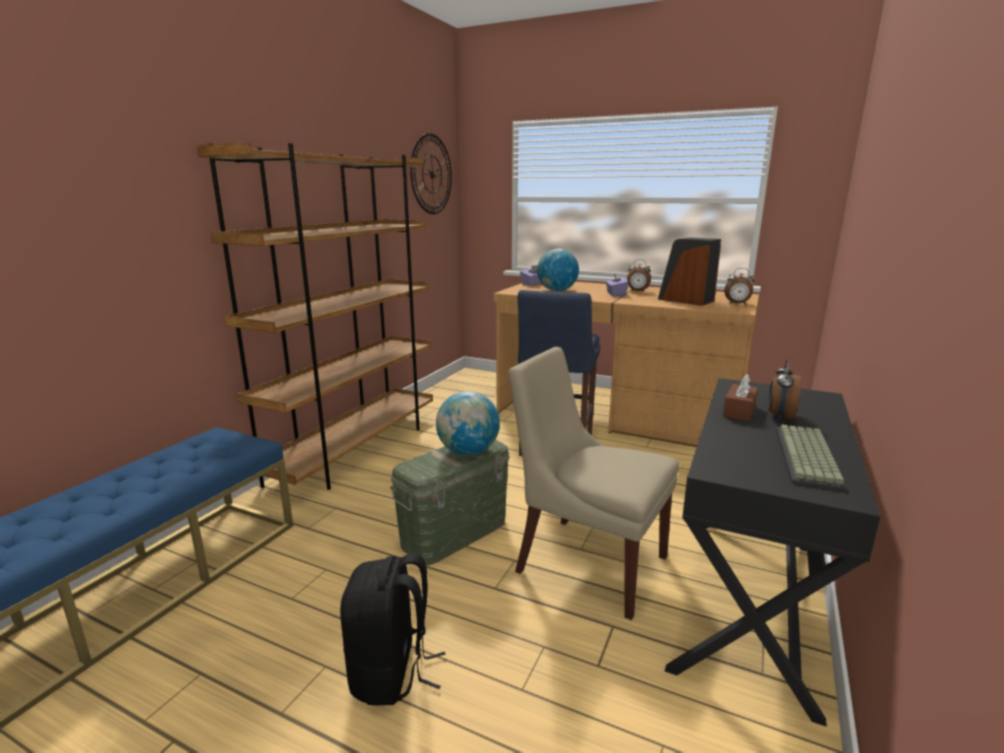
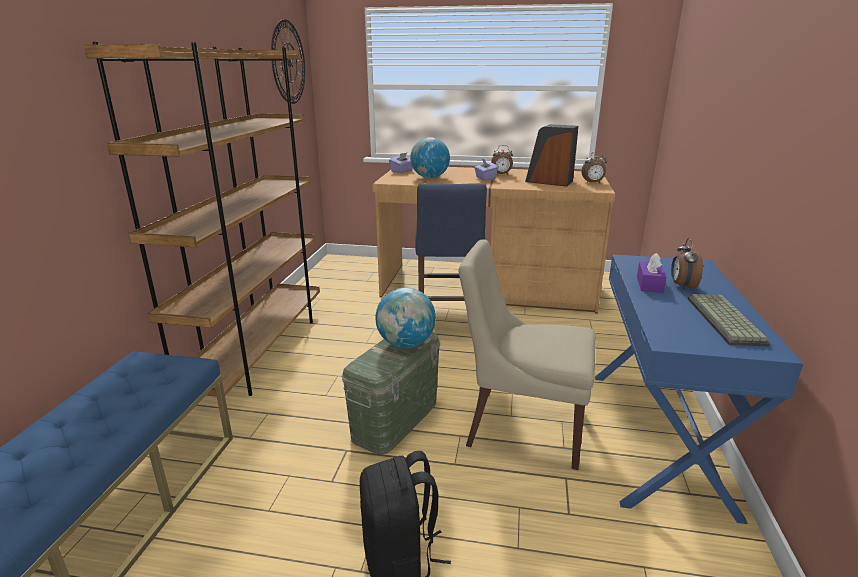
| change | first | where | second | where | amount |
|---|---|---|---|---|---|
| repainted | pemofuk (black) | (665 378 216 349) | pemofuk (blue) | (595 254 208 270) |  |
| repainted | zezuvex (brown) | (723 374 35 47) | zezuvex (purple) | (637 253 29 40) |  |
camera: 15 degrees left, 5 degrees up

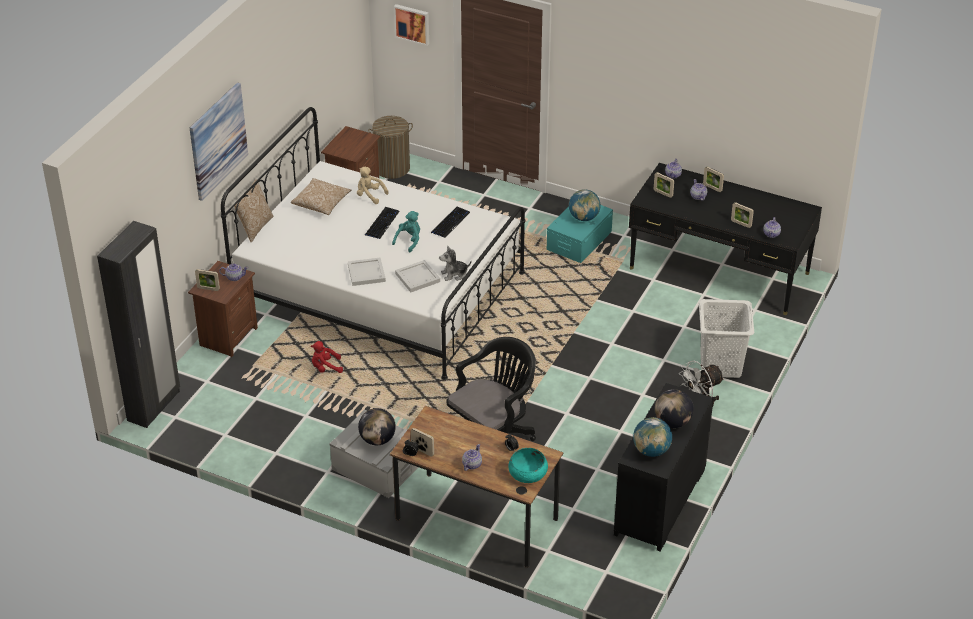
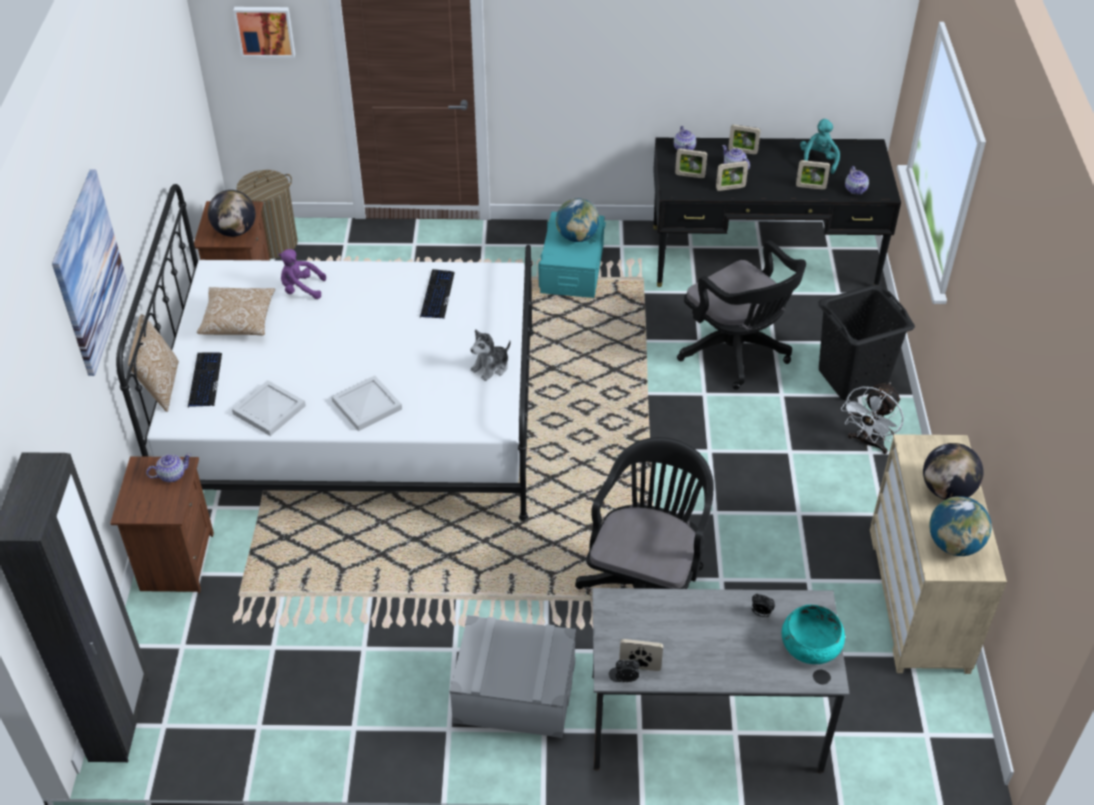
| change | first | where | second | where | amount |
|---|---|---|---|---|---|
| shifted | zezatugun | (365 207 35 32) |  | (188 353 34 54) |  |
| shifted | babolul | (358 408 38 37) |  | (208 190 47 47) |  |
| shifted | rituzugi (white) | (395 260 45 32) |  | (232 380 74 56) |  |
| repainted | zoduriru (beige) | (357 167 32 37) | zoduriru (purple) | (278 249 48 50) |  |
| repainted | pemofuk (brown) | (390 406 173 162) | pemofuk (grey) | (592 588 258 185) |  |
| new |  |  | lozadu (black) | (677 240 129 150) |  |
| shifted | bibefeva | (195 269 25 22) |  | (716 161 32 30) |  |
| shifted | zoduriru (turquoise) | (392 211 28 41) |  | (800 119 40 55) |  |
| repainted | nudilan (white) | (699 299 55 79) | nudilan (black) | (818 284 97 116) |  |
| repainted | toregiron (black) | (614 383 100 168) | toregiron (beige) | (870 434 137 240) |  |
| gone | zoduriru (red) | (311 341 32 32) |  |  |  |
| gone | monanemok | (462 444 20 27) |  |  |  |
camera: 25 degrees left, 5 degrees up

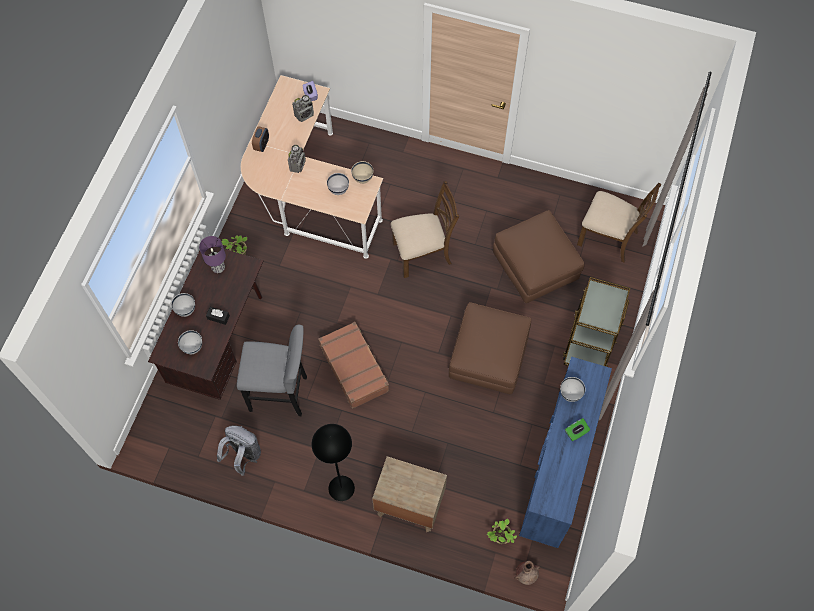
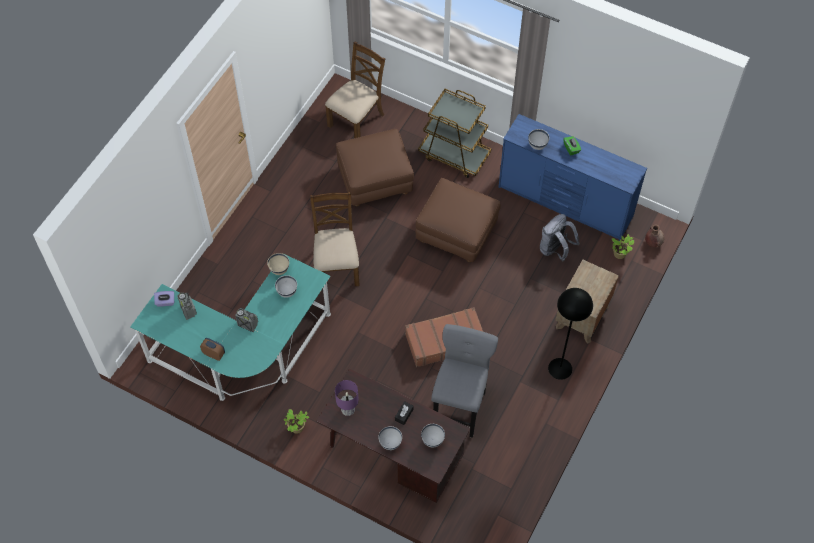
| change | first | where | second | where | amount |
|---|---|---|---|---|---|
| repainted | pemofuk (beige) | (241 75 142 184) | pemofuk (turquoise) | (130 255 201 146) |  |
| shifted | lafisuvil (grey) | (217 425 44 51) |  | (540 214 39 47) |  |
camera: 80 degrees left, 5 degrees down

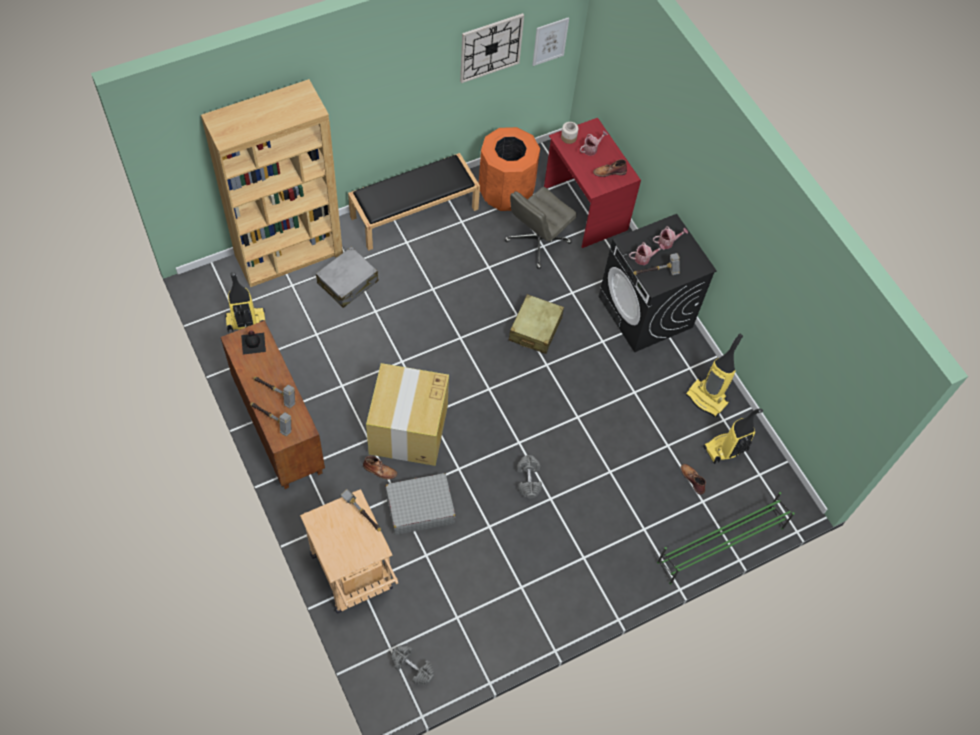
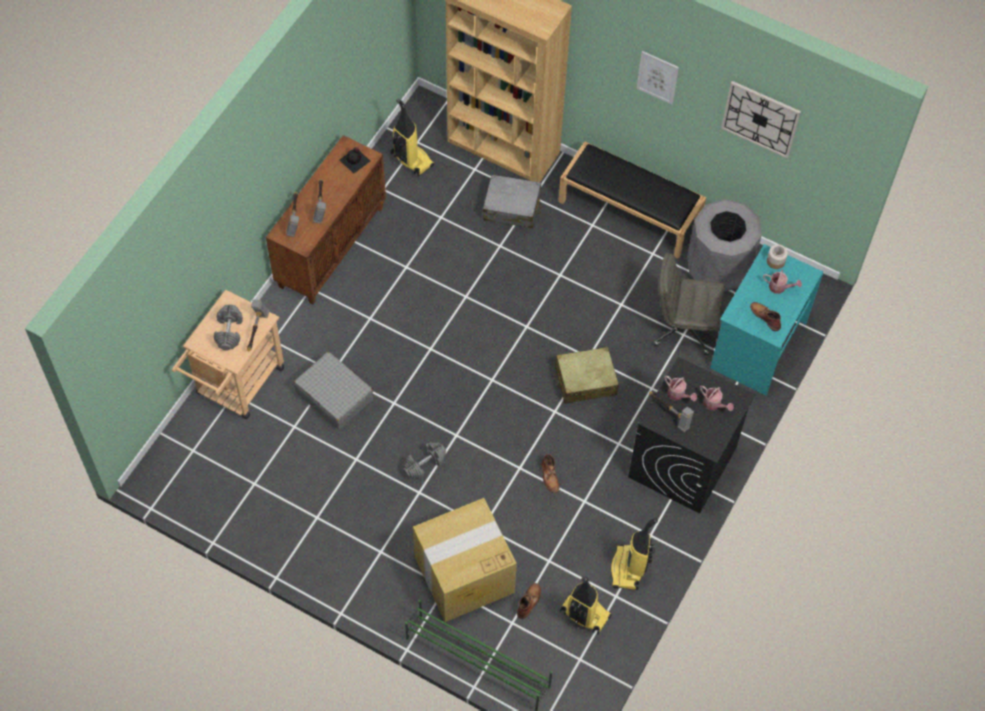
| change | first | where | second | where | amount |
|---|---|---|---|---|---|
| shifted | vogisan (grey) | (391 646 44 39) |  | (214 304 29 46) |  |
| shifted | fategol | (366 363 83 103) |  | (413 498 104 124) |  |
| shifted | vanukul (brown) | (363 456 34 23) |  | (541 454 18 39) |  |
| shifted | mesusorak | (532 17 37 49) |  | (636 51 43 53) |  |
| repainted | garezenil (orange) | (479 127 61 84) | garezenil (grey) | (687 199 75 93) |  |
| repainted | pemofuk (red) | (544 118 97 130) | pemofuk (turquoise) | (710 244 113 151) |  |
camera: 60 degrees right, 0 degrees up

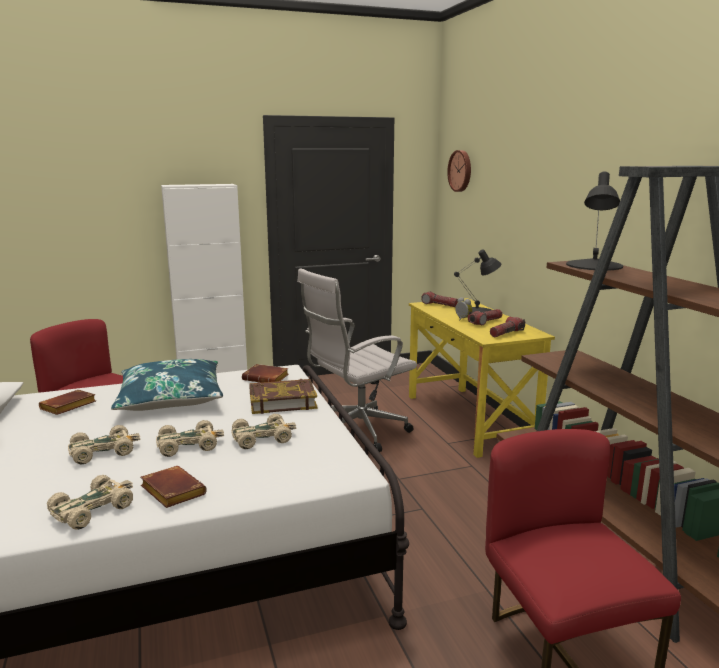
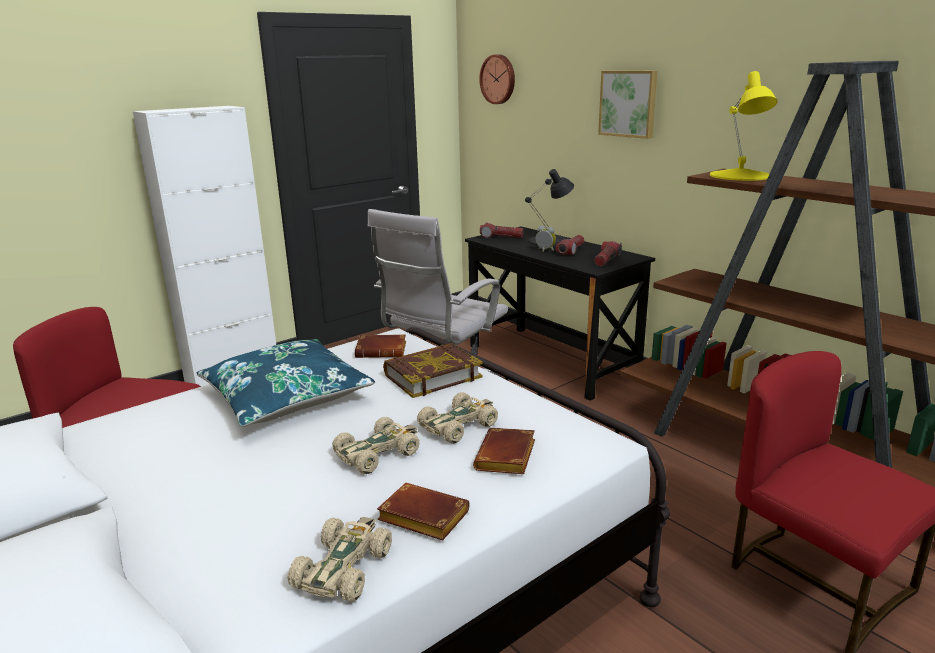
| change | first | where | second | where | amount |
|---|---|---|---|---|---|
| repainted | pemofuk (yellow) | (409 298 146 160) | pemofuk (black) | (465 227 190 174) |  |
| shifted | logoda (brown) | (39 390 57 25) |  | (473 428 62 46) |  |
| new |  |  | mesusorak | (598 71 59 68) |  |
| repainted | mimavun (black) | (566 171 57 99) | mimavun (yellow) | (710 71 68 110) |  |
| gone | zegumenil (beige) | (68 425 73 40) |  |  |  |
camera: 20 degrees left, 5 degrees up

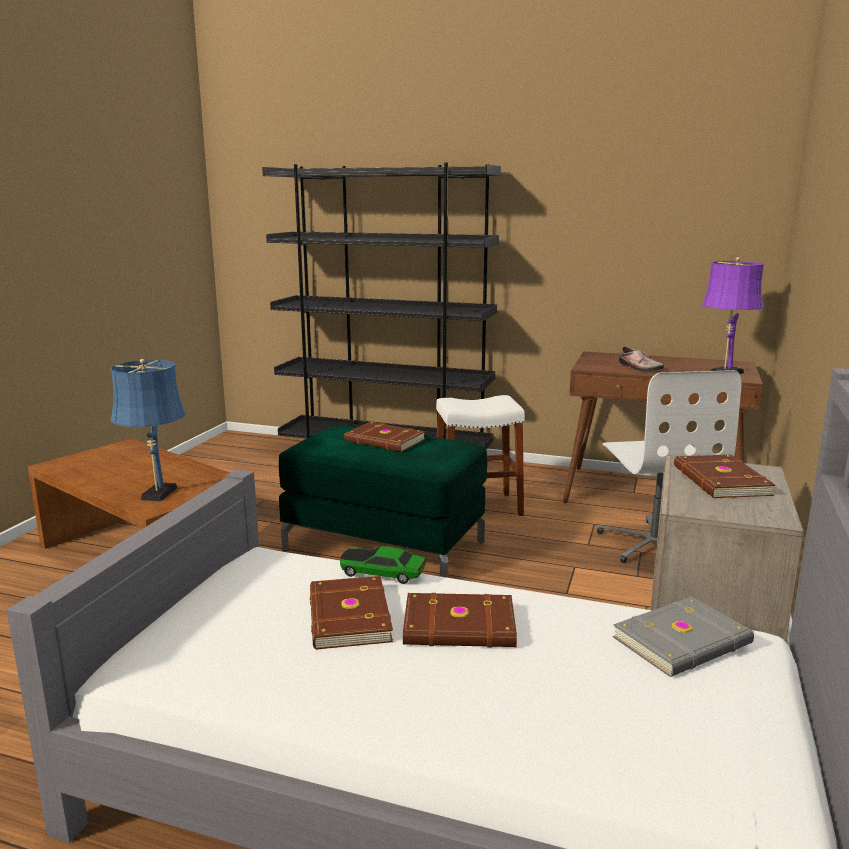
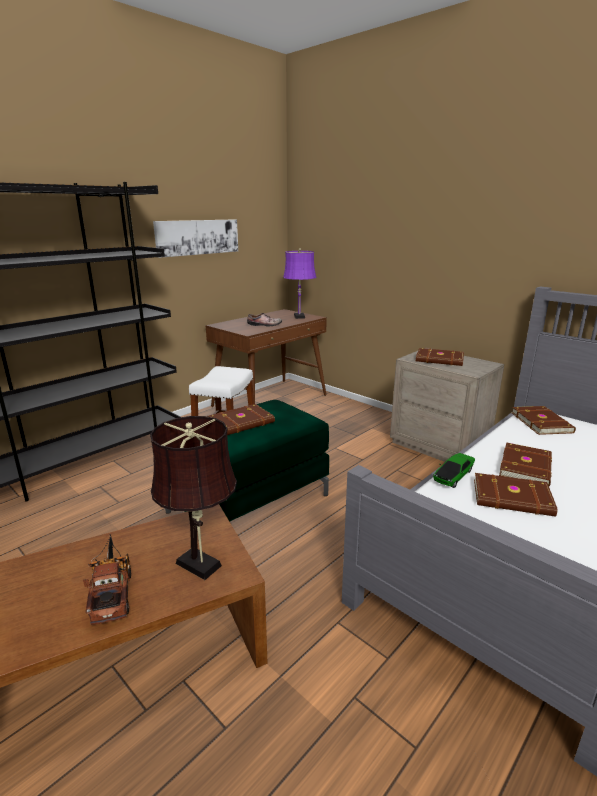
| change | first | where | second | where | amount |
|---|---|---|---|---|---|
| new |  |  | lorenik | (83 534 48 91) |  |
| repainted | mimavun (blue) | (110 359 75 142) | mimavun (brown) | (150 416 87 164) |  |
| new |  |  | mesusorak | (153 219 85 39) |  |
| repainted | logoda (grey) | (613 597 141 80) | logoda (brown) | (511 406 65 29) |  |
| gone | lozadu (white) | (597 370 144 193) |  |  |  |
camera: 65 degrees left, 5 degrees up

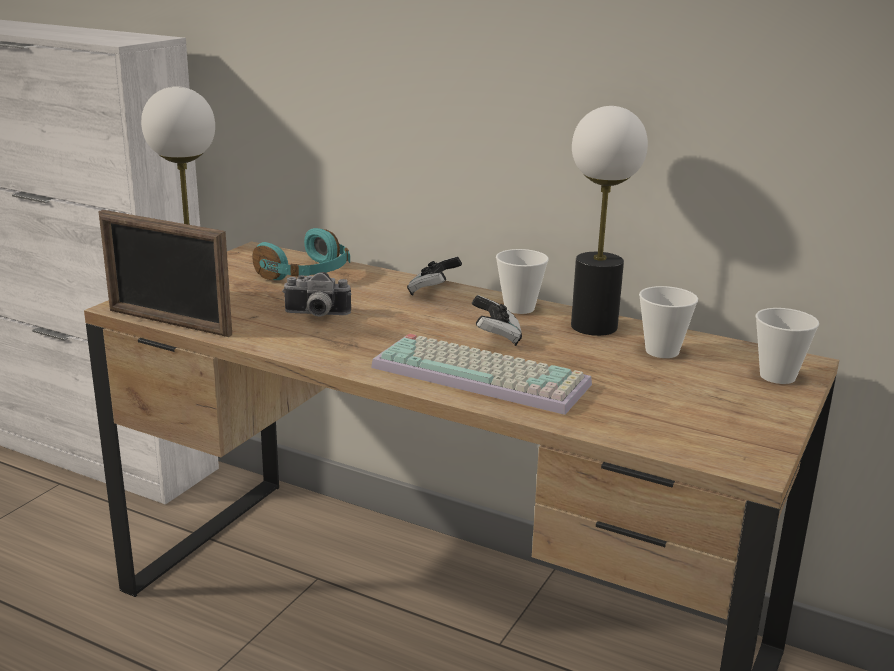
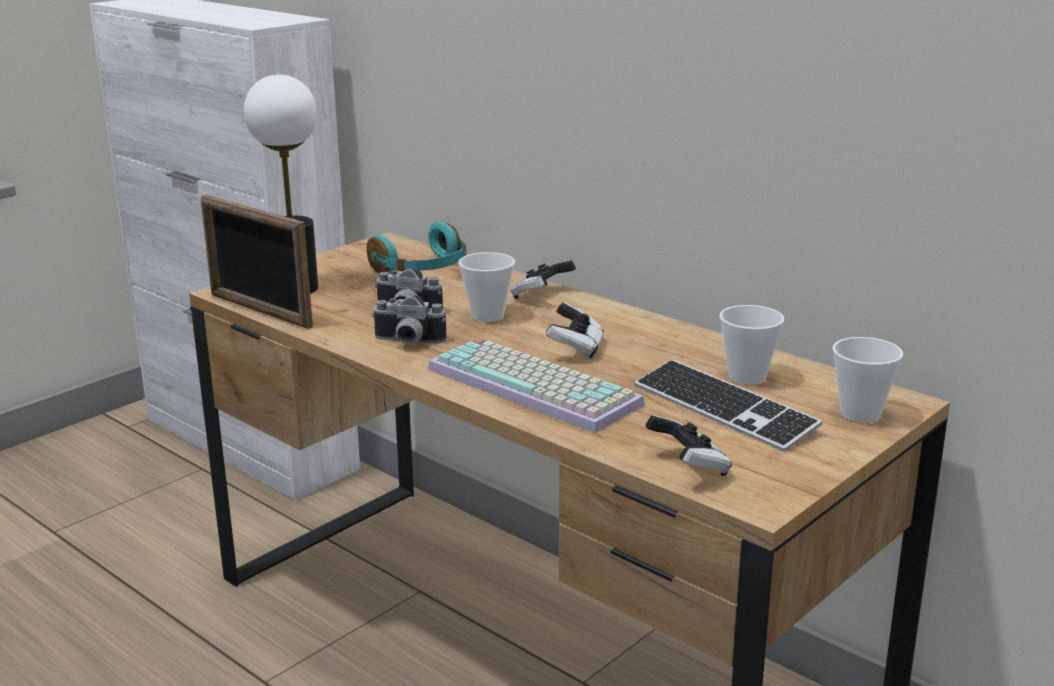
| change | first | where | second | where | amount |
|---|---|---|---|---|---|
| new |  |  | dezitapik | (372 295 74 50) |  |
| shifted | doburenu | (496 249 53 65) |  | (458 252 57 70) |  |
| new |  |  | zezatugun | (634 359 188 92) |  |
| new |  |  | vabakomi | (645 415 87 61) |  |
| gone | mimavun | (571 106 77 230) |  |  |  |
camera: 15 degrees right, 0 degrees up

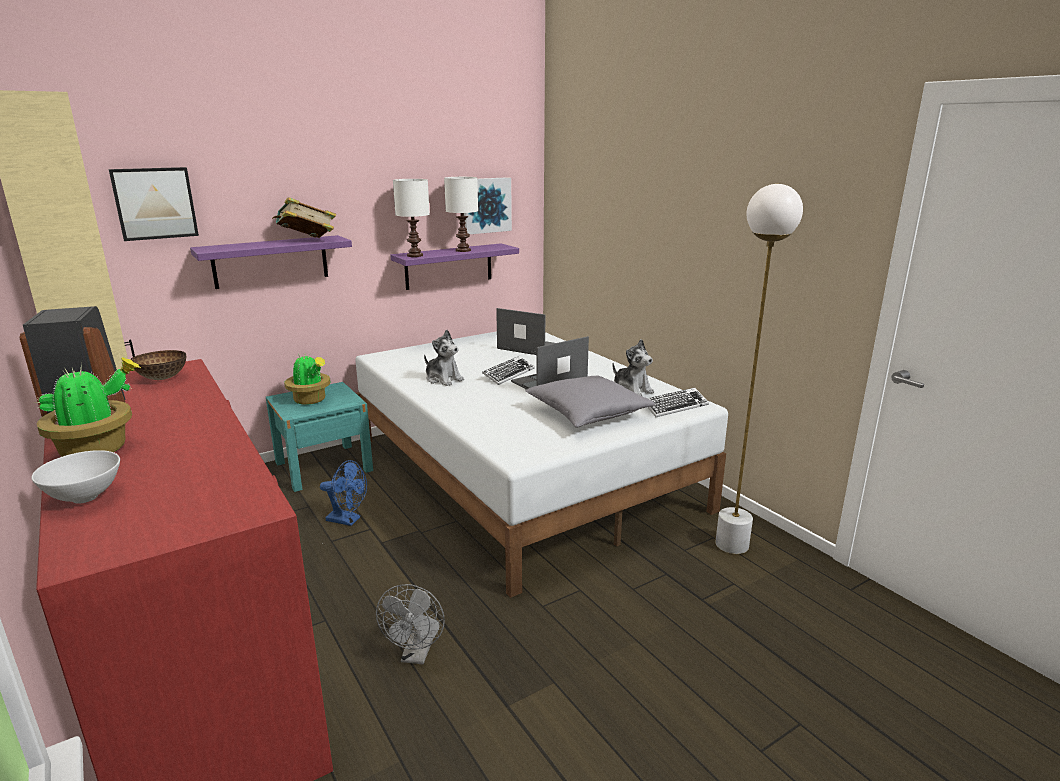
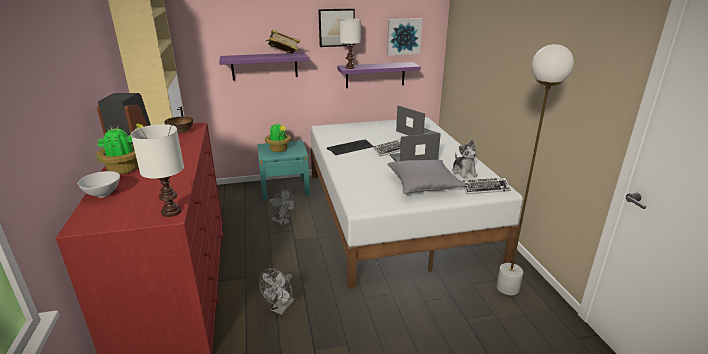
| change | first | where | second | where | amount |
|---|---|---|---|---|---|
| shifted | mimavun (white) | (444 177 34 75) |  | (131 124 53 93) |  |
| repainted | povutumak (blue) | (320 460 47 66) | povutumak (grey) | (269 189 26 38) |  |
| shifted | mesusorak | (109 167 90 74) |  | (318 8 37 39) |  |
| swapped | zoduriru | (424 330 40 56) | zezatugun | (326 139 47 16) |  |
camera: 20 degrees right, 5 degrees up

